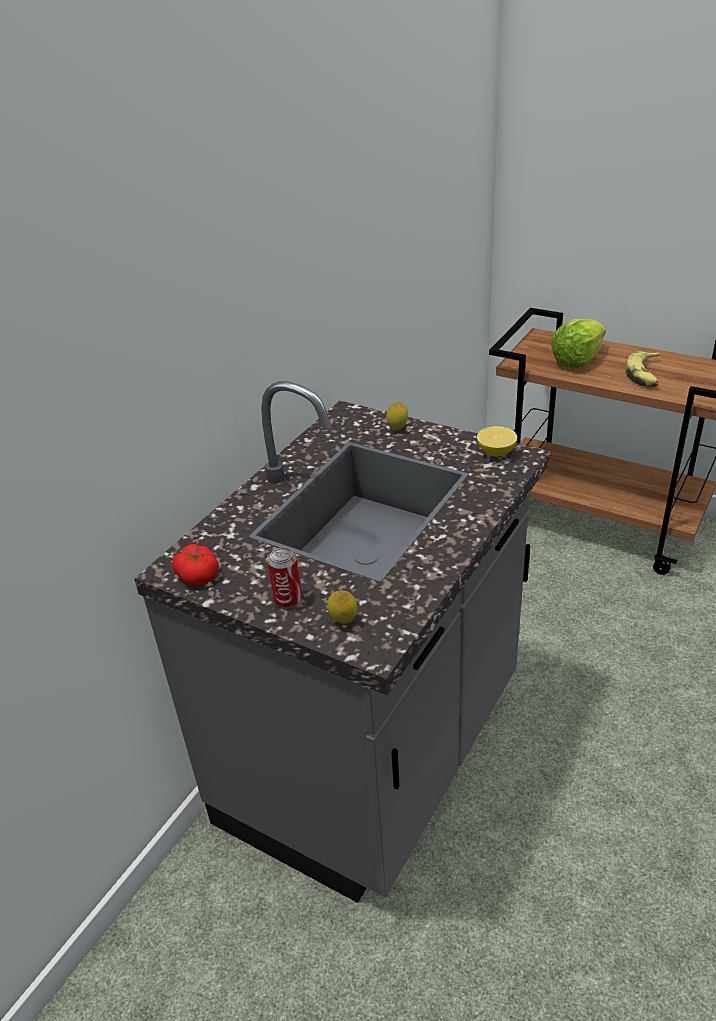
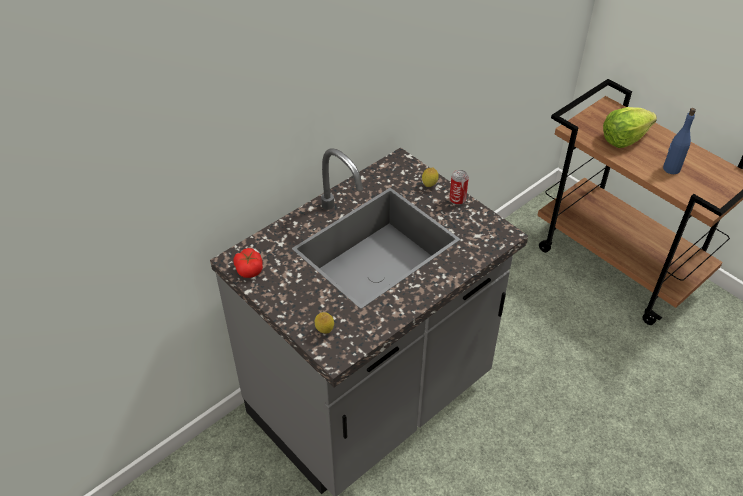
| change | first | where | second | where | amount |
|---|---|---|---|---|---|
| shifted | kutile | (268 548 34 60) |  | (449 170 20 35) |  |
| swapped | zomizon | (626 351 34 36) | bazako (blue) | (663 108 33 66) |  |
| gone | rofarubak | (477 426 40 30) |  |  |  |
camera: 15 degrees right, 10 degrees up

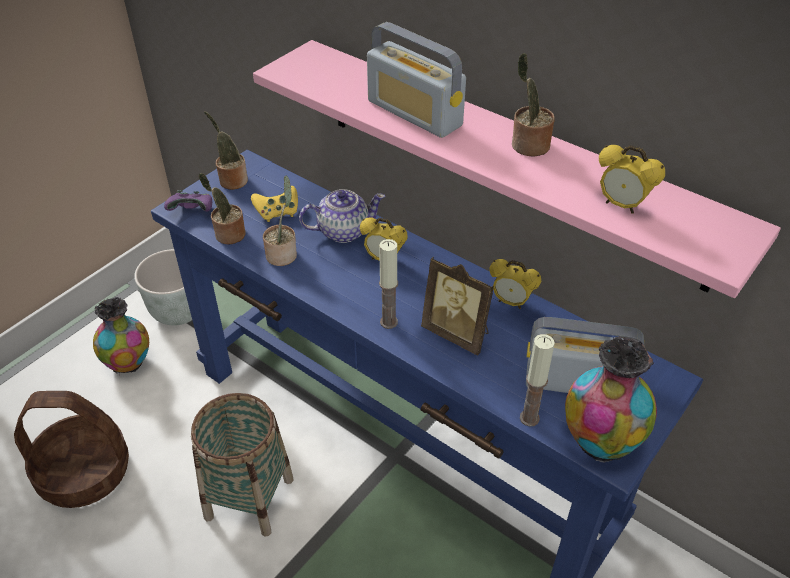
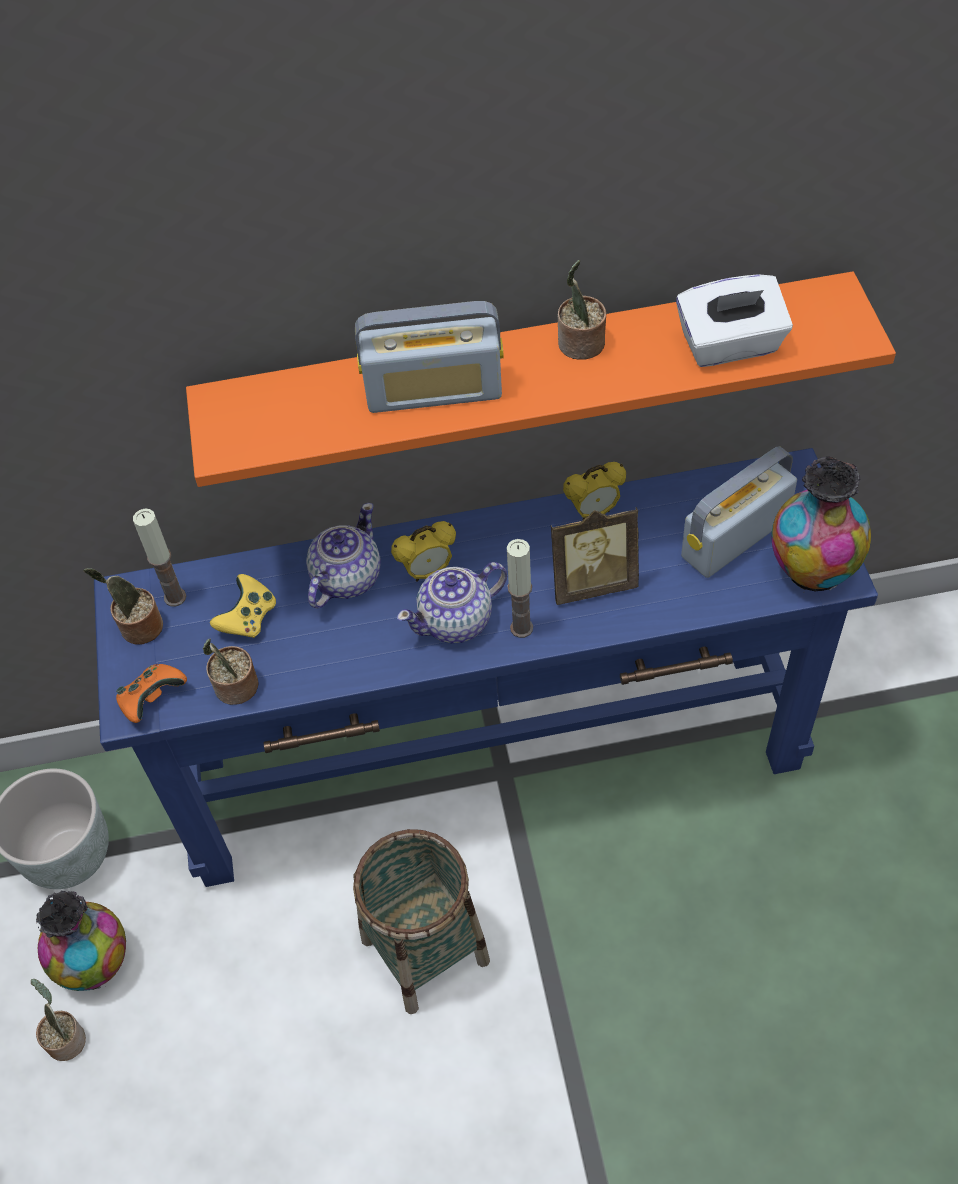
| change | first | where | second | where | amount |
|---|---|---|---|---|---|
| shifted | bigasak | (263 176 34 90) |  | (31 979 55 82) |  |
| repainted | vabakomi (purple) | (164 190 48 22) | vabakomi (orange) | (116 664 71 59) |  |
| shifted | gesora | (520 334 35 93) |  | (133 509 53 98) |  |
| repainted | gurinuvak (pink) | (253 40 528 258) | gurinuvak (orange) | (186 271 710 216) |  |
| new |  |  | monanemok | (397 562 110 81) |  |
| swapped | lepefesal | (599 145 66 69) | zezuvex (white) | (676 274 117 93) |  |
| gone | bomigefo | (14 391 115 117) |  |  |  |
camera: 45 degrees left, 10 degrees up

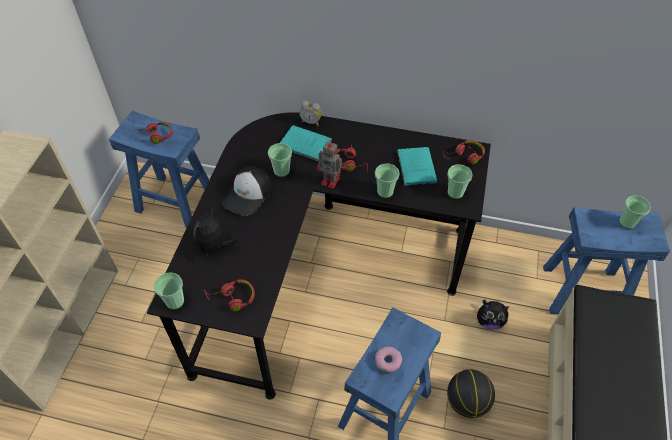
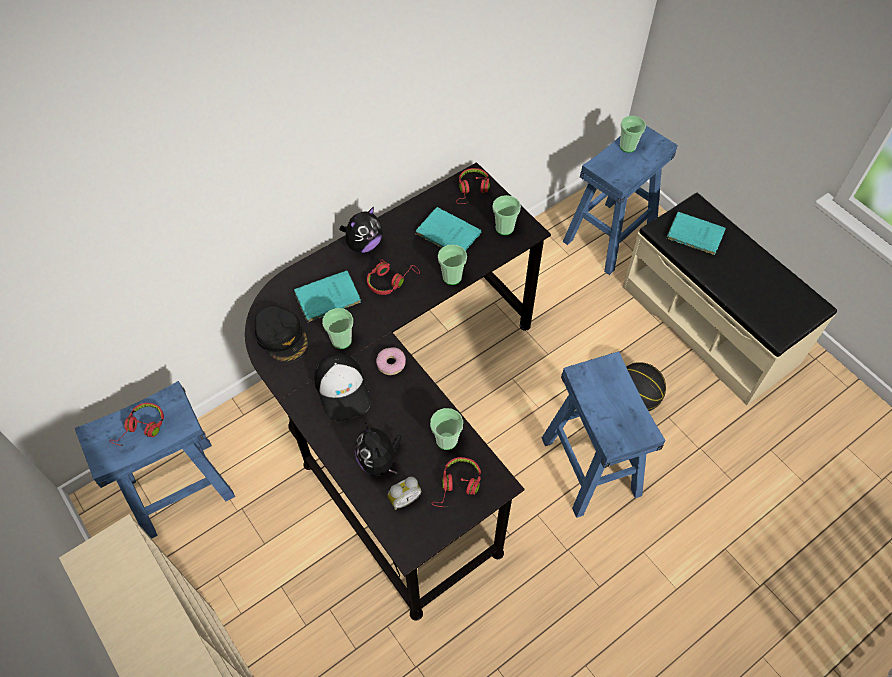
| change | first | where | second | where | amount |
|---|---|---|---|---|---|
| new |  |  | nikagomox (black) | (255 306 54 57) |  |
| shifted | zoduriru | (477 300 32 30) |  | (340 206 42 47) |  |
| shifted | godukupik | (375 346 27 27) |  | (376 347 30 28) |  |
| shifted | lepefesal | (299 100 23 26) |  | (388 477 33 33) |  |
| shifted | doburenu | (154 272 30 38) |  | (430 408 33 42) |  |
| new |  |  | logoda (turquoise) | (666 212 60 43) |  |
| gone | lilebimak | (317 140 28 49) |  |  |  |
camera: 50 degrees left, 5 degrees up

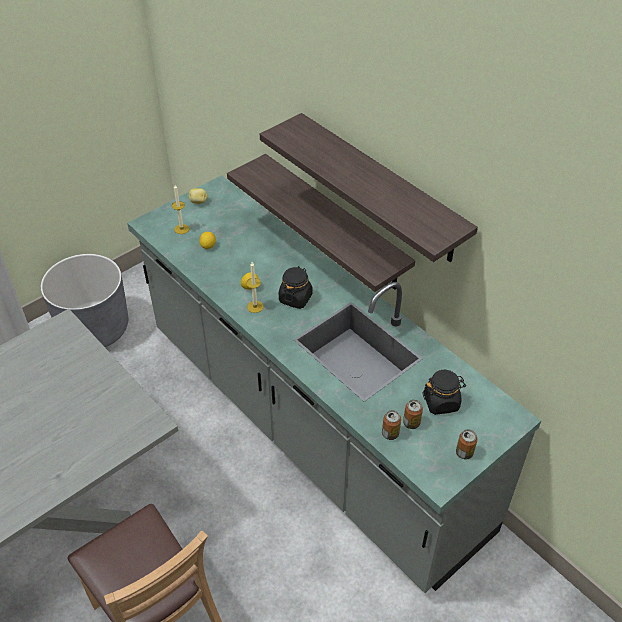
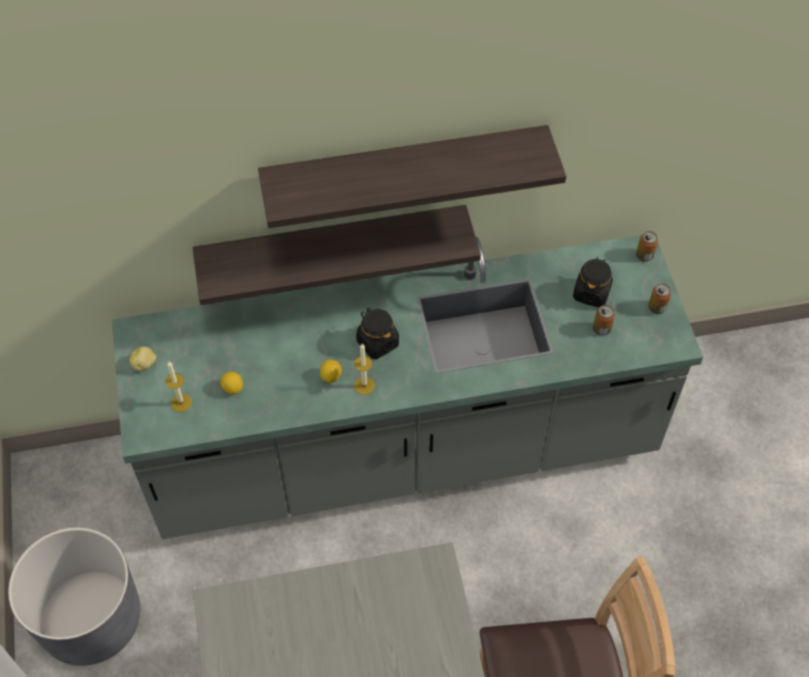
| change | first | where | second | where | amount |
|---|---|---|---|---|---|
| shifted | kutile | (382 410 19 30) |  | (636 231 22 31) |  |
camera: 60 degrees left, 10 degrees up

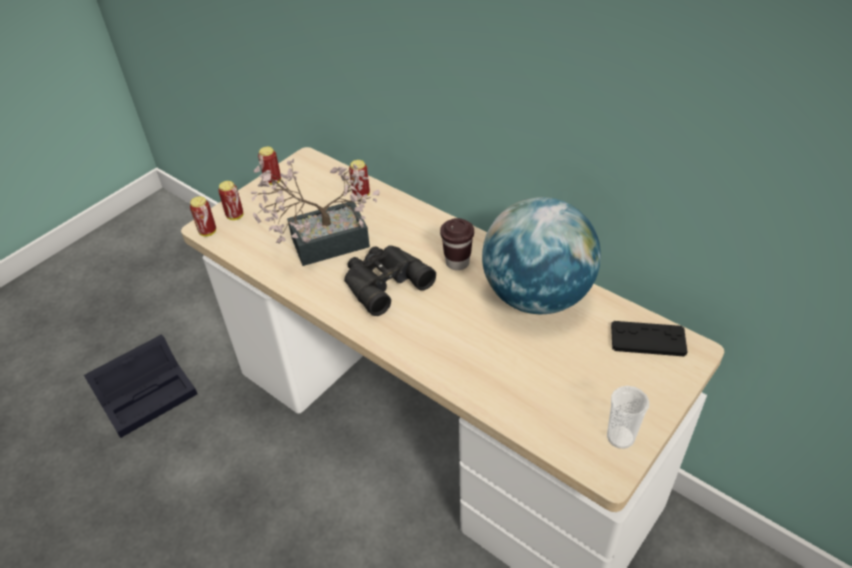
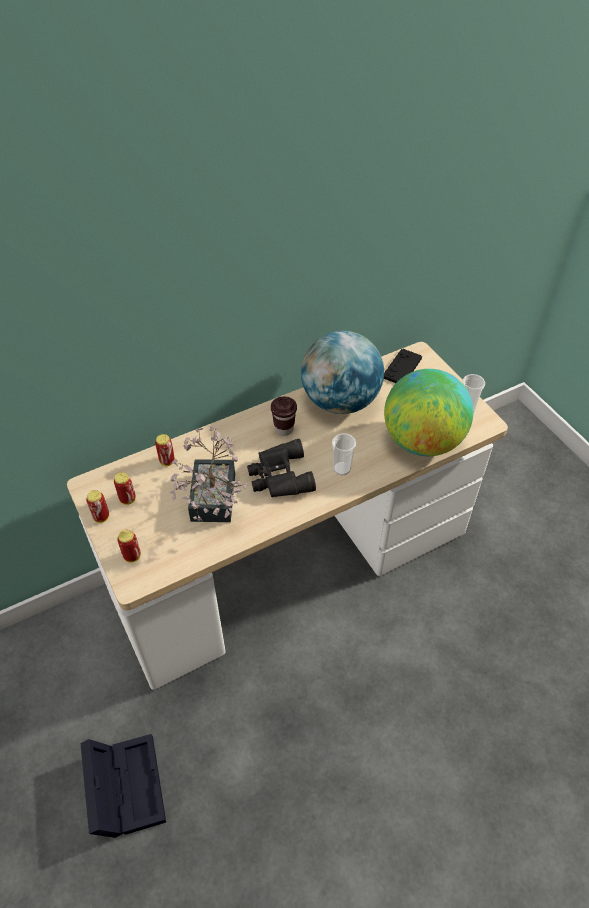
| change | first | where | second | where | amount |
|---|---|---|---|---|---|
| shifted | kutile | (190 196 26 40) |  | (114 472 22 33) |  |
| new |  |  | doburenu | (332 433 24 42) |  |
| new |  |  | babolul | (384 369 89 87) |  |
camera: 70 degrees left, 5 degrees up

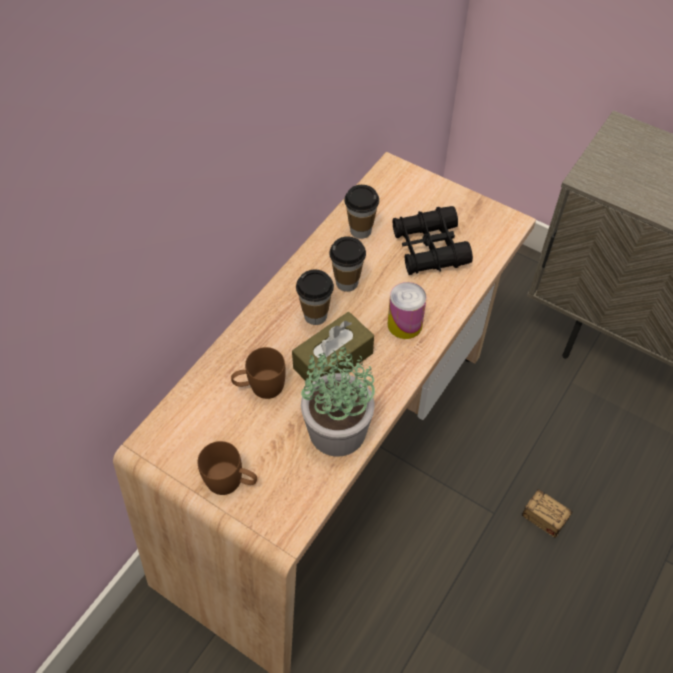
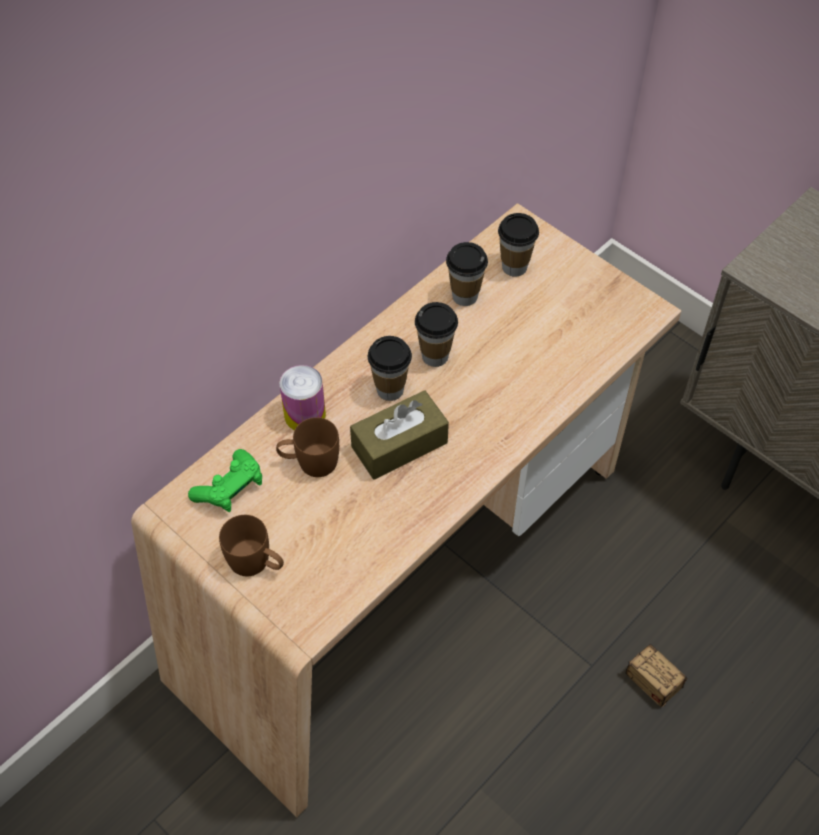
| change | first | where | second | where | amount |
|---|---|---|---|---|---|
| new |  |  | vabakomi (green) | (188 449 74 63) |  |
| shifted | kutile | (388 282 39 57) |  | (279 365 47 65) |  |
| new |  |  | doburenu | (498 213 41 64) |  |
| gone | bigasak | (301 343 74 113) |  |  |  |
| gone | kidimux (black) | (392 206 81 69) |  |  |  |
camera: 10 degrees right, 0 degrees up

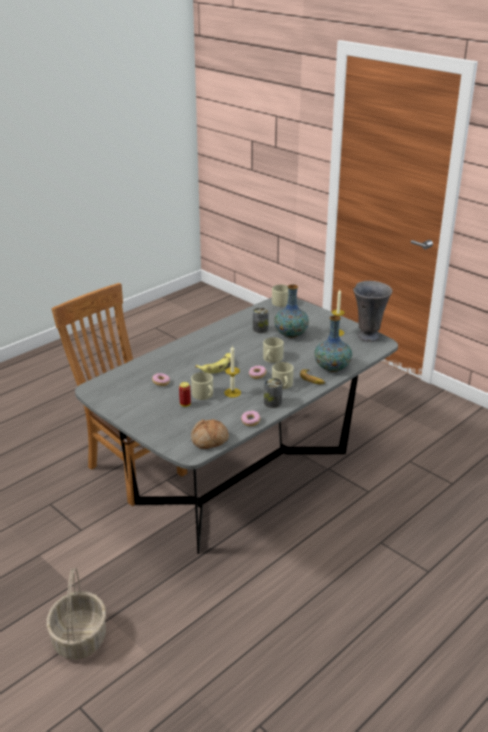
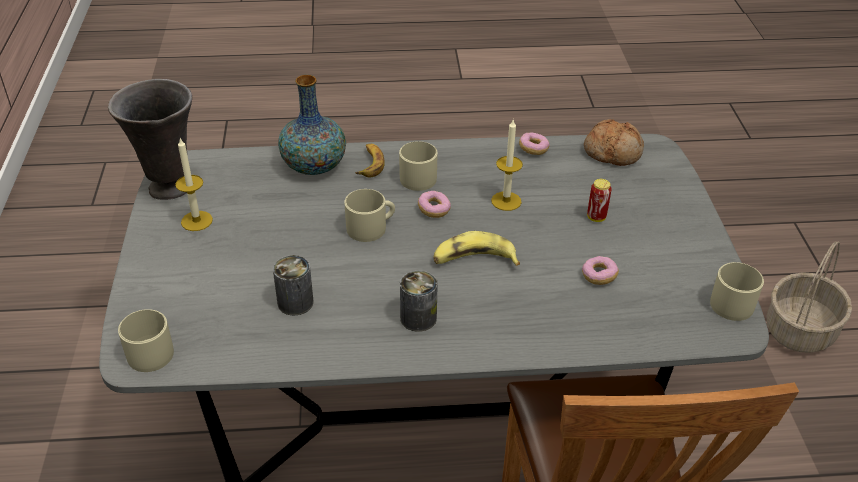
| change | first | where | second | where | amount |
|---|---|---|---|---|---|
| shifted | kutile | (264 378 18 30) |  | (400 270 38 62) |  |
| shifted | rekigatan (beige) | (191 372 22 28) |  | (710 262 54 59) |  |
| gone | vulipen | (274 284 35 54) |  |  |  |
camera: 140 degrees left, 10 degrees up

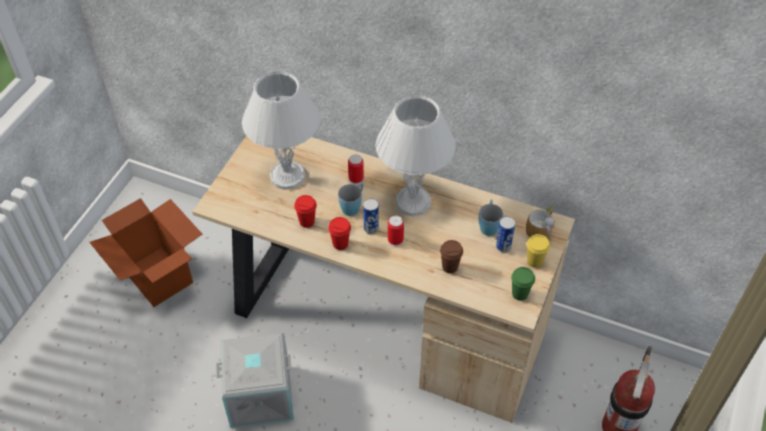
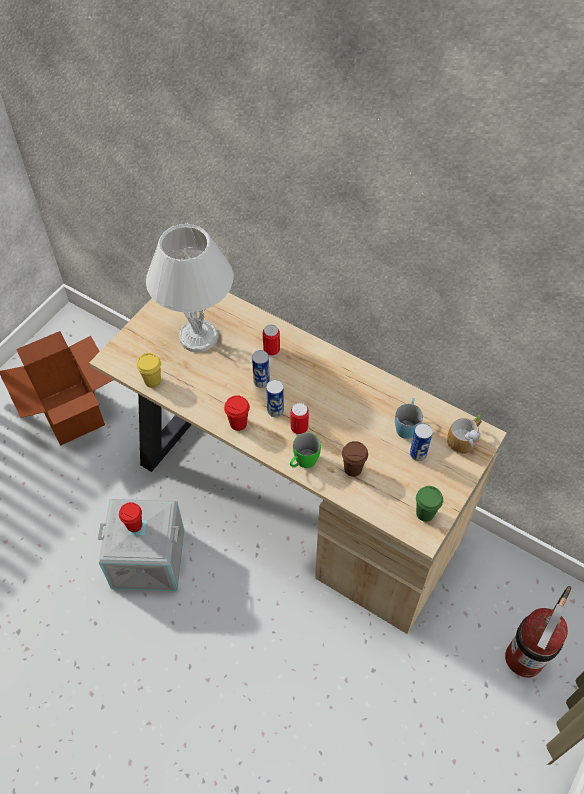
| change | first | where | second | where | amount |
|---|---|---|---|---|---|
| shifted | doburenu (red) | (294 195 23 33) |  | (119 502 23 30) |  |
| shifted | doburenu (yellow) | (527 234 23 34) |  | (137 353 24 35) |  |
| swapped | rekigatan (blue) | (338 183 26 33) | kutile | (252 350 18 38) |  |
| new |  |  | rekigatan (green) | (290 433 31 35) |  |
| gone | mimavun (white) | (375 95 81 121) |  |  |  |
camera: 10 degrees right, 5 degrees up

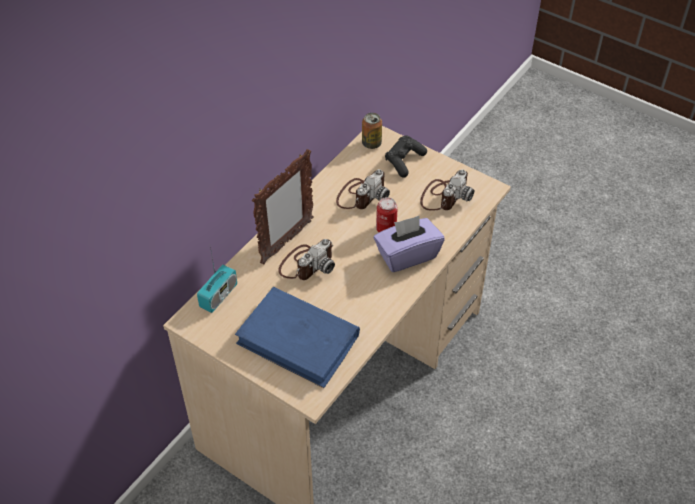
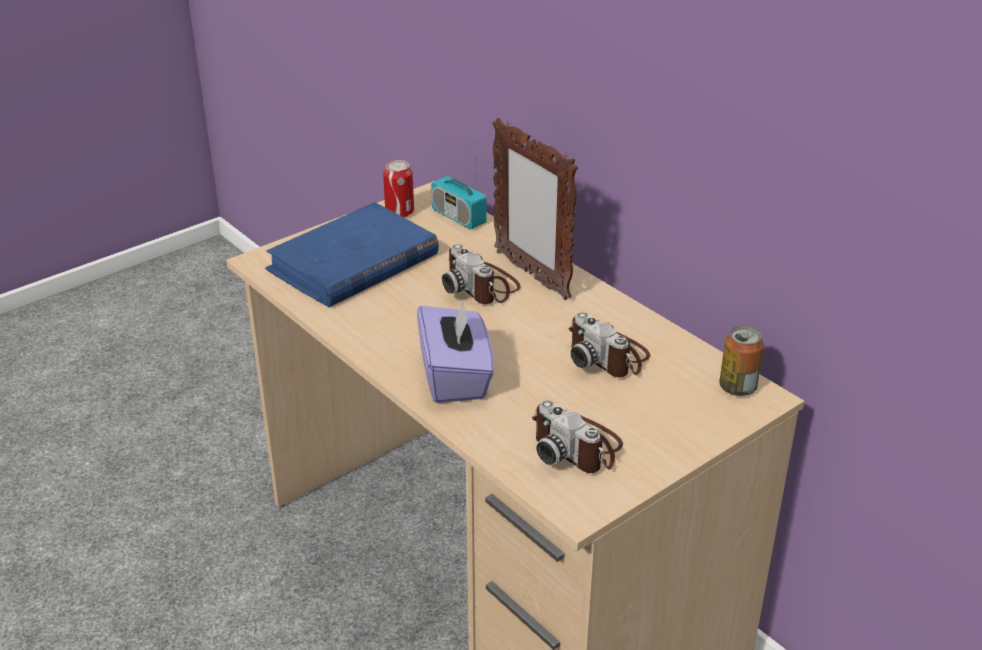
| change | first | where | second | where | amount |
|---|---|---|---|---|---|
| shifted | kutile | (376 197 21 35) |  | (383 160 31 57) |  |
| gone | vabakomi (black) | (385 136 42 42) |  |  |  |
camera: 105 degrees right, 15 degrees down

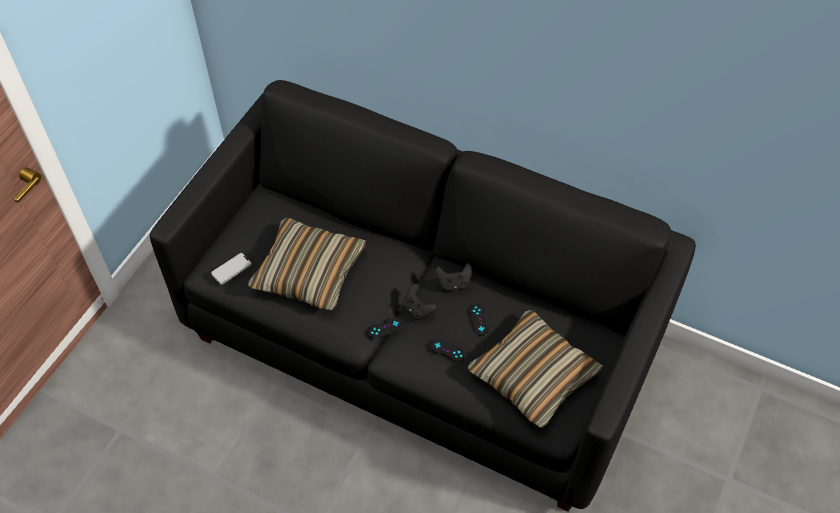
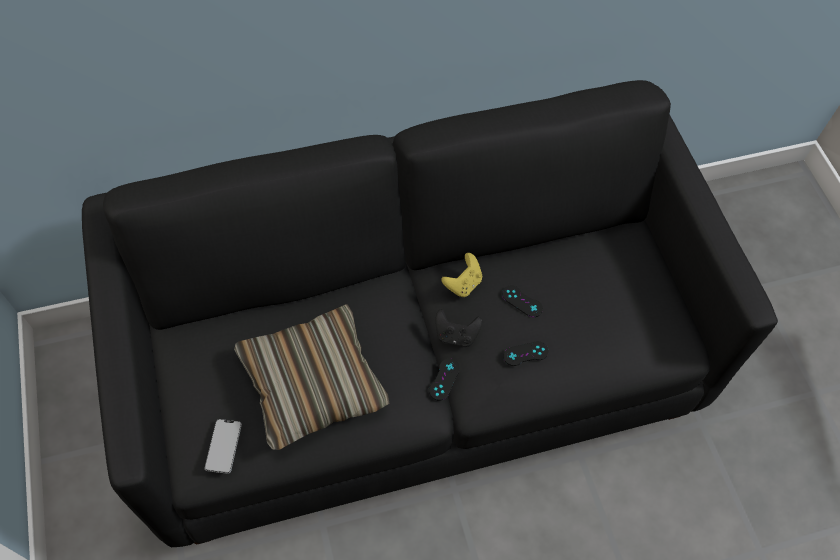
| change | first | where | second | where | amount |
|---|---|---|---|---|---|
| repainted | vabakomi (black) | (435 263 37 28) | vabakomi (yellow) | (441 253 41 44) |  |
| gone | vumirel | (468 310 135 118) |  |  |  |
camera: 45 degrees left, 5 degrees up

